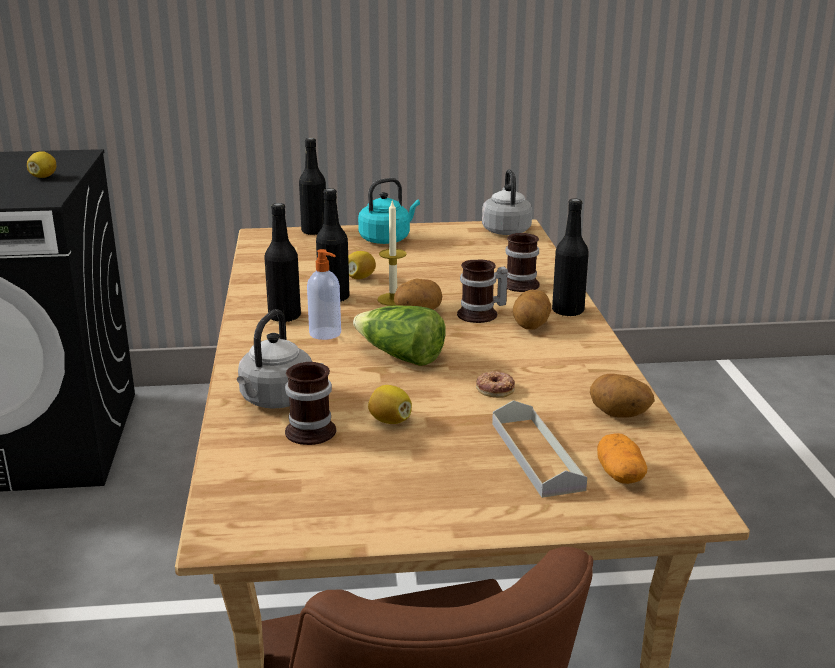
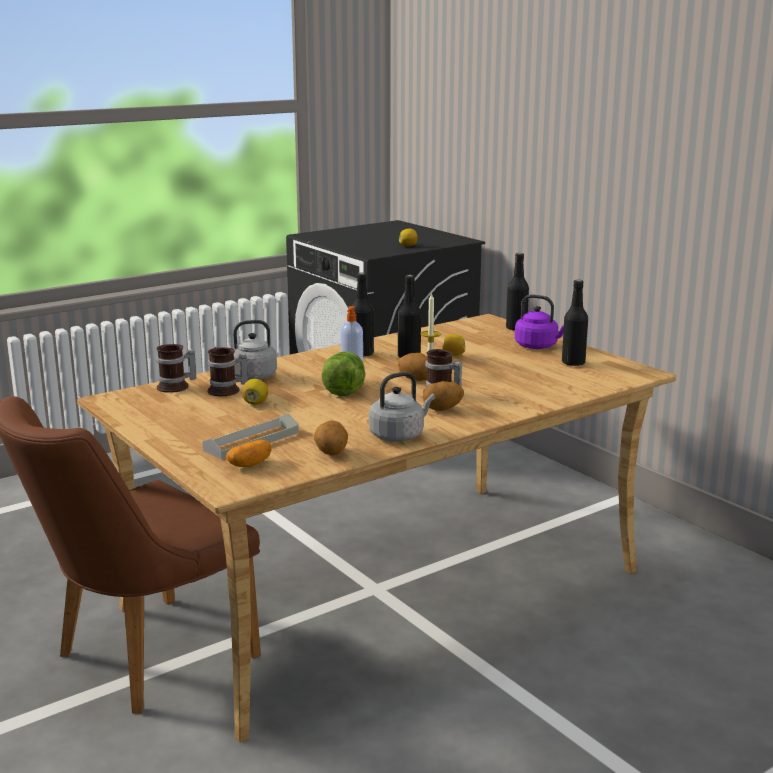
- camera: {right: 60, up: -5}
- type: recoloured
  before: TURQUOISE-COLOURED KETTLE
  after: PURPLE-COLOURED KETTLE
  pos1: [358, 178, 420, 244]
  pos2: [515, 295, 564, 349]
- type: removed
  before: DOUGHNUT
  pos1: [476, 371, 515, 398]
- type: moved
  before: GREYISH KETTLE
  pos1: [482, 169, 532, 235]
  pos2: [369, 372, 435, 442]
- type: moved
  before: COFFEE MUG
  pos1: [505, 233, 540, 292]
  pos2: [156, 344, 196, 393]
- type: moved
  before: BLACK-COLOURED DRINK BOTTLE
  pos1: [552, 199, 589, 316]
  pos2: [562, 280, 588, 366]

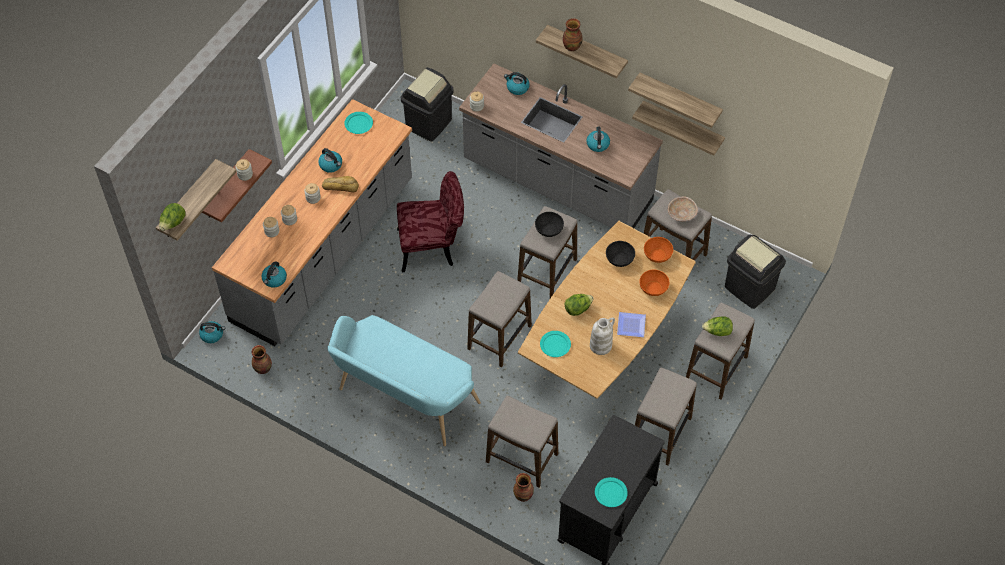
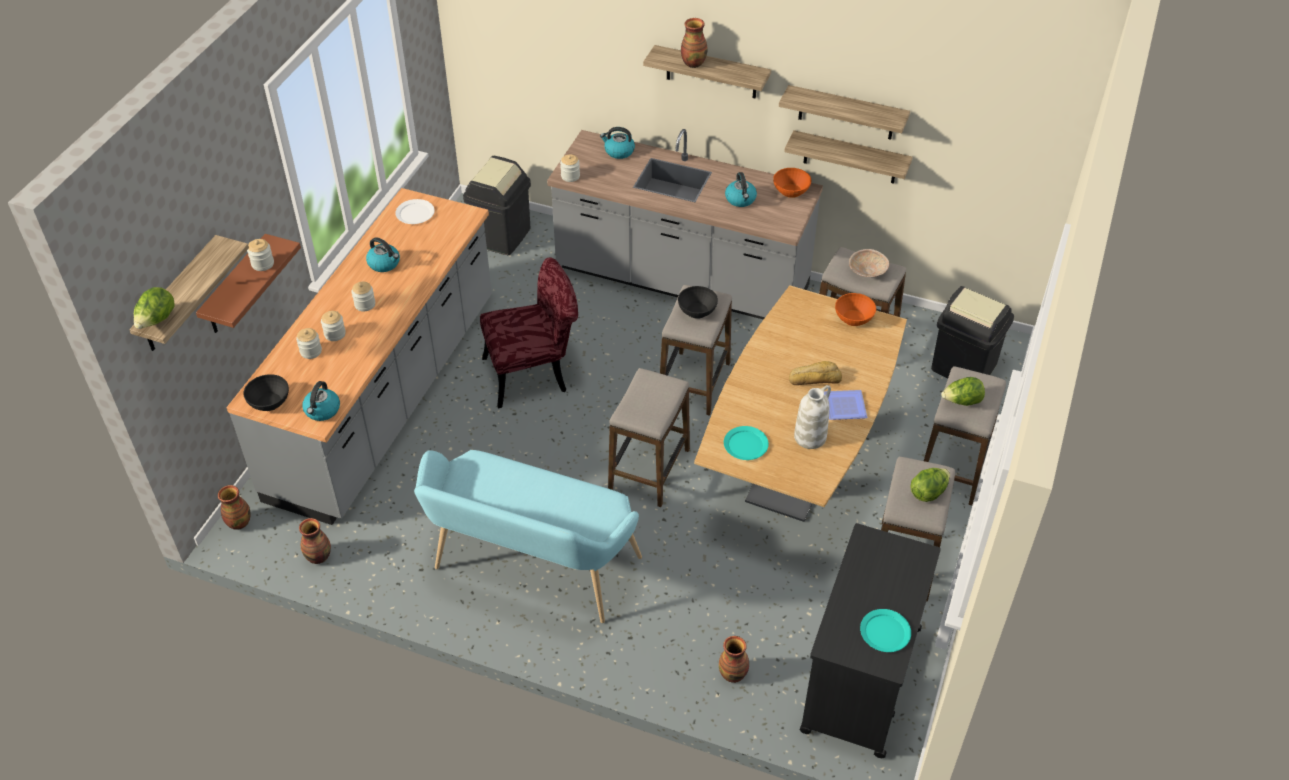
- camera: {right: -10, up: -10}
- type: replaced
  before: KETTLE
  after: FLOWER VASE
  pos1: [199, 321, 225, 343]
  pos2: [218, 485, 250, 530]
- type: moved
  before: BAKED BREAD
  pos1: [322, 176, 359, 193]
  pos2: [789, 361, 842, 385]
- type: recoloured
  before: TURQUOISE-COLOURED PLATE
  after: WHITE-COLOURED PLATE
  pos1: [344, 112, 373, 134]
  pos2: [395, 199, 435, 224]
- type: removed
  before: SITTING STOOL
  pos1: [486, 395, 558, 488]
- type: moved
  before: LETTUCE HEAD
  pos1: [564, 294, 594, 316]
  pos2: [911, 468, 950, 502]
- type: moved
  before: BLACK-COLOURED SERVING BOWL
  pos1: [606, 241, 635, 267]
  pos2: [243, 374, 289, 411]
- type: moved
  before: ORANGE SERVING BOWL
  pos1: [640, 270, 669, 296]
  pos2: [773, 168, 811, 198]

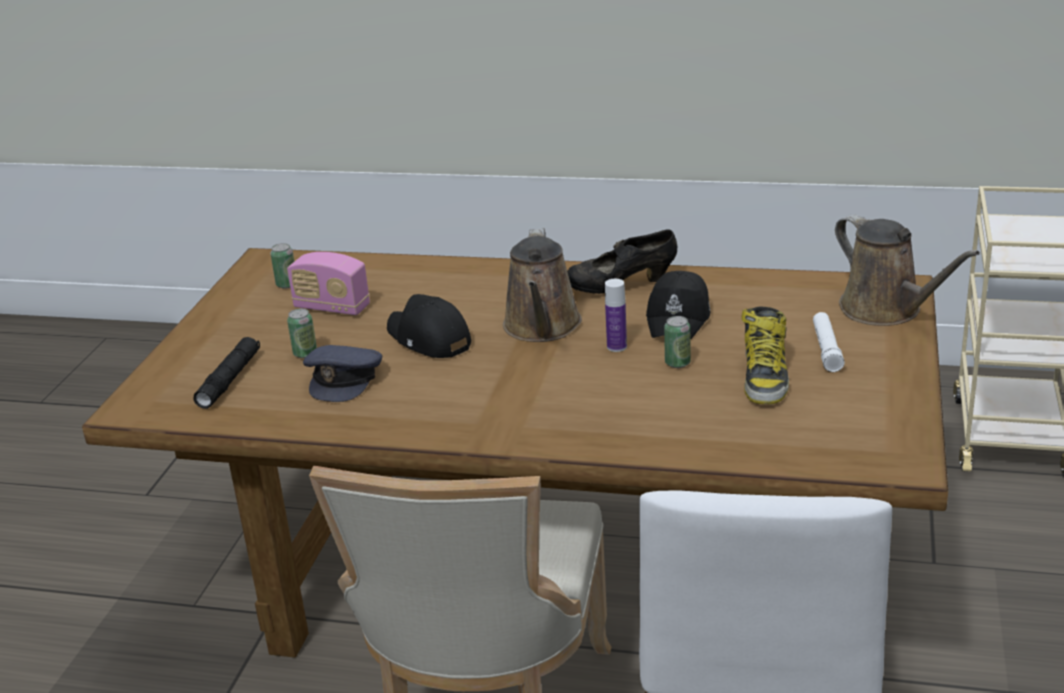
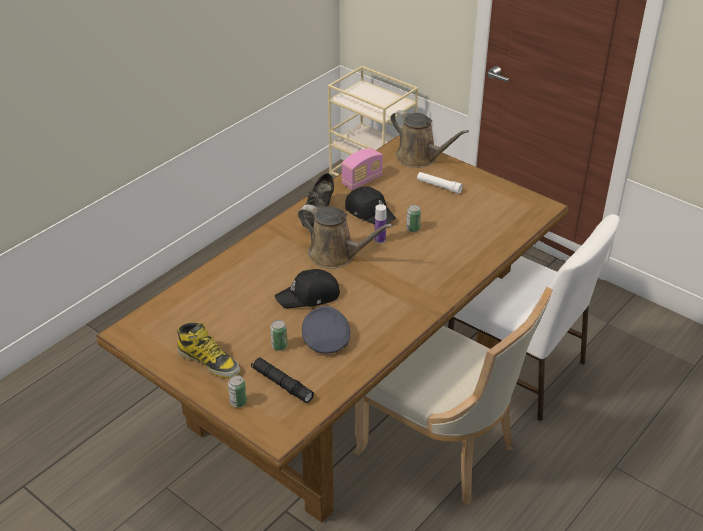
- camera: {right: -65, up: 10}
- type: moved
  before: SEALED CAN
  pos1: [270, 243, 294, 289]
  pos2: [228, 375, 247, 408]
- type: moved
  before: RADIO SET
  pos1: [287, 252, 370, 315]
  pos2: [342, 148, 383, 190]
- type: turned
  before: GREYISH CAP
  pos1: [303, 345, 382, 402]
  pos2: [302, 306, 350, 353]
  turn: -135
- type: moved
  before: TALL BOOT
  pos1: [741, 307, 789, 404]
  pos2: [177, 323, 241, 378]
- type: turned
  before: BROWNISH WATERING CAN
  pos1: [835, 214, 980, 326]
  pos2: [390, 110, 469, 168]
  turn: 45

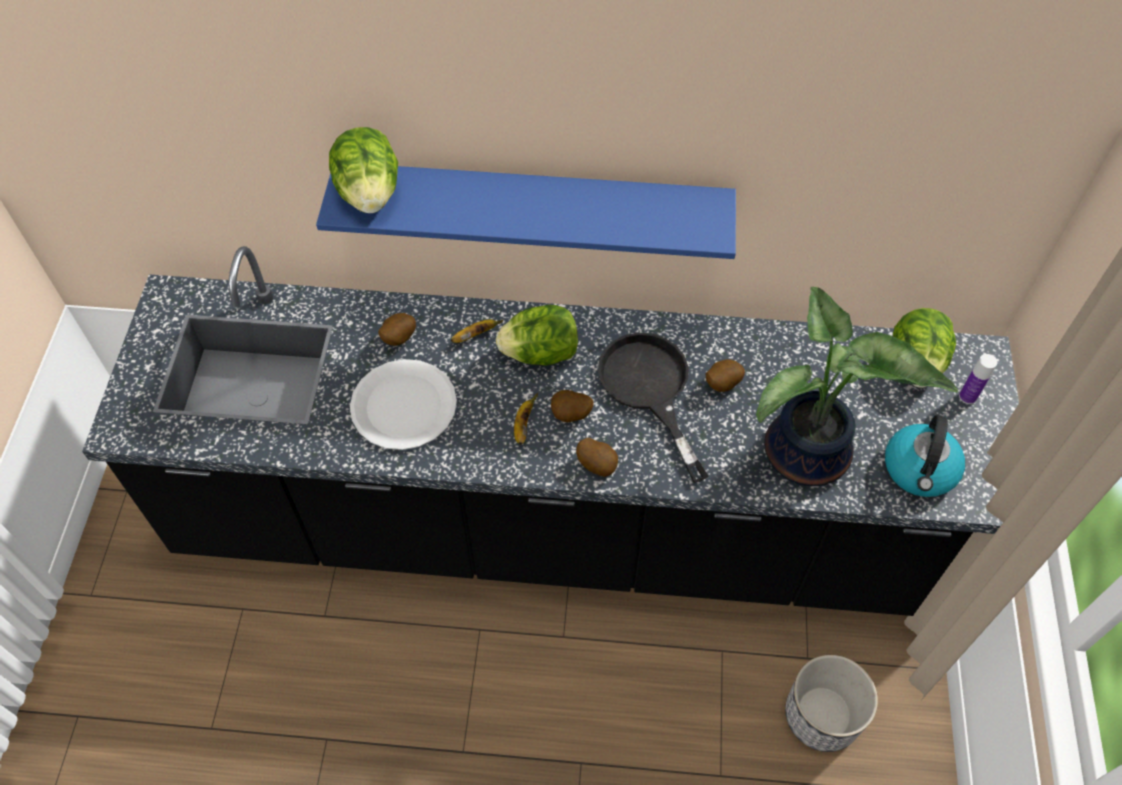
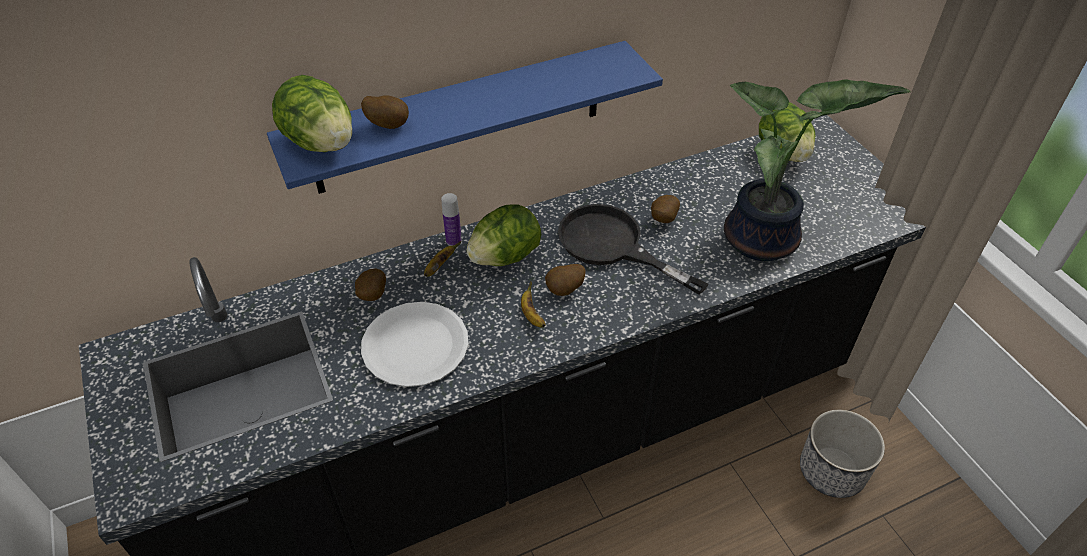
- camera: {right: -30, up: -10}
- type: moved
  before: SPUD
  pos1: [576, 438, 618, 477]
  pos2: [361, 95, 409, 129]
- type: removed
  before: KETTLE
  pos1: [885, 415, 965, 497]
- type: moved
  before: DRINK BOTTLE
  pos1: [959, 354, 997, 404]
  pos2: [441, 193, 462, 246]

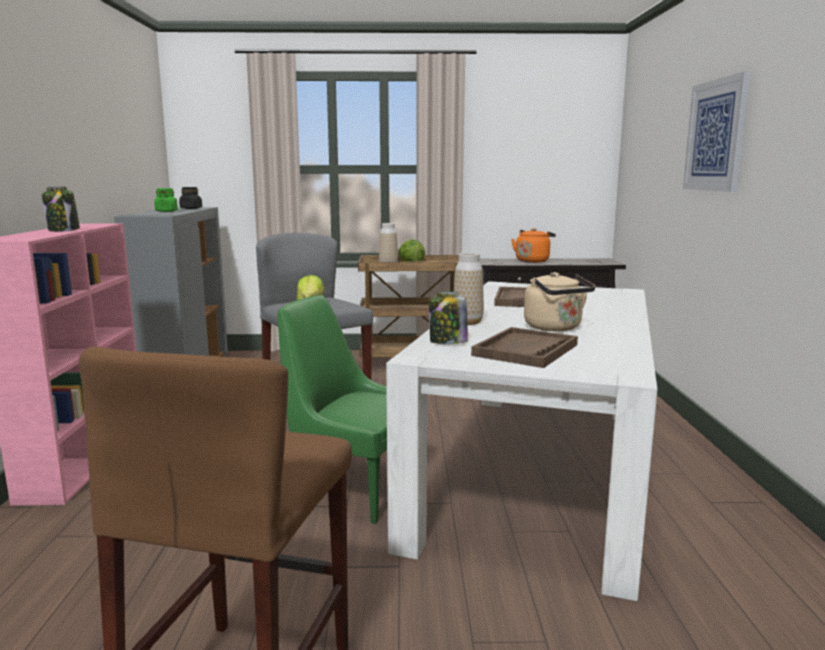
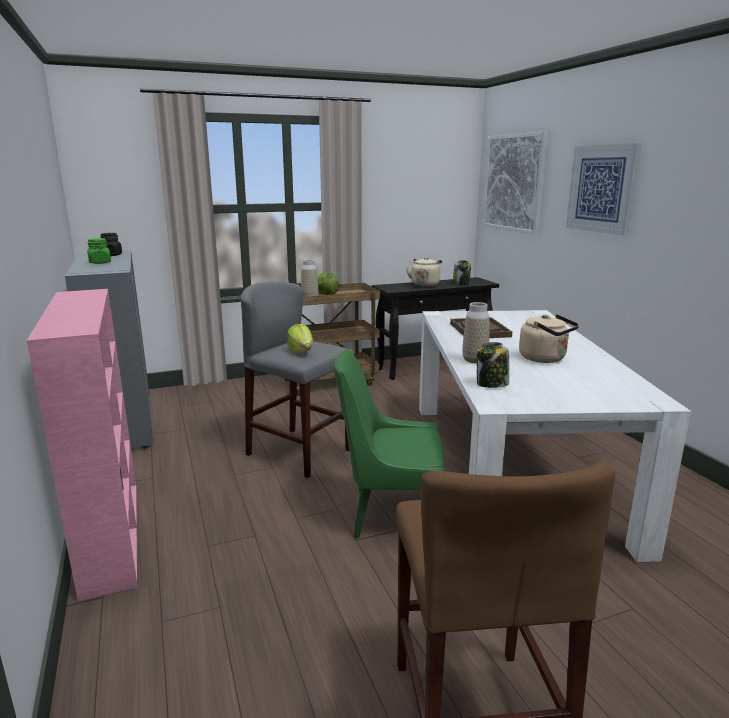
- camera: {right: -20, up: 5}
- type: moved
  before: STORAGE JAR
  pos1: [42, 186, 80, 232]
  pos2: [453, 260, 471, 285]
- type: removed
  before: BROWNISH TRAY
  pos1: [471, 327, 578, 368]
- type: recoloured
  before: ORANGE KETTLE
  after: BEIGE KETTLE
  pos1: [511, 228, 556, 263]
  pos2: [406, 257, 442, 287]
- type: added
  after: PICTURE
  pos2: [483, 131, 548, 235]

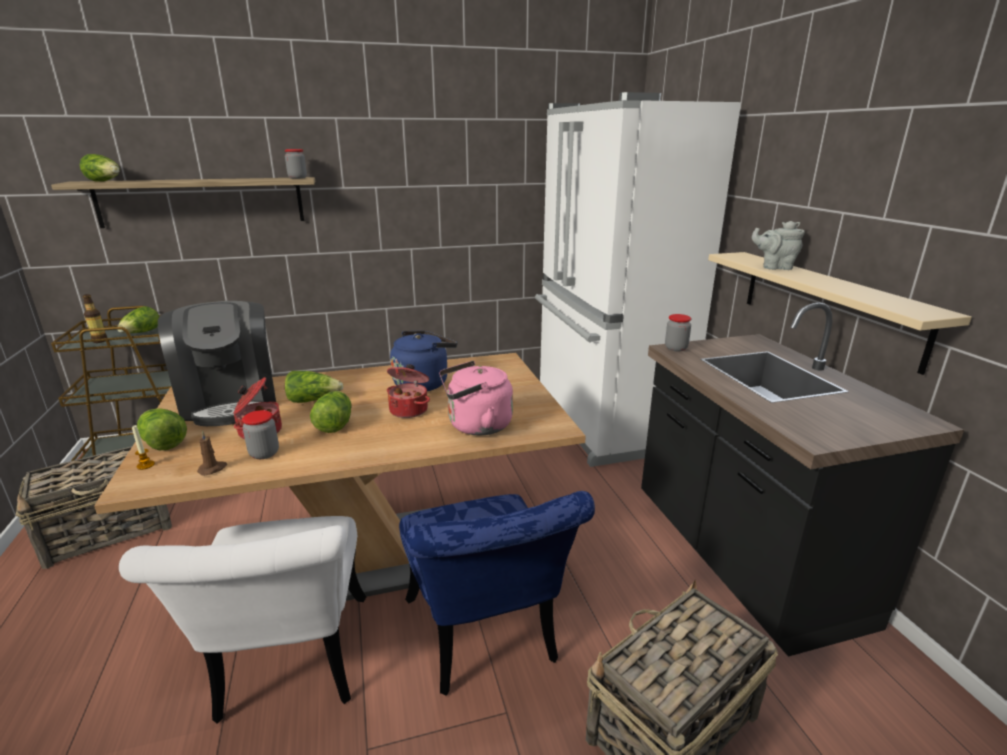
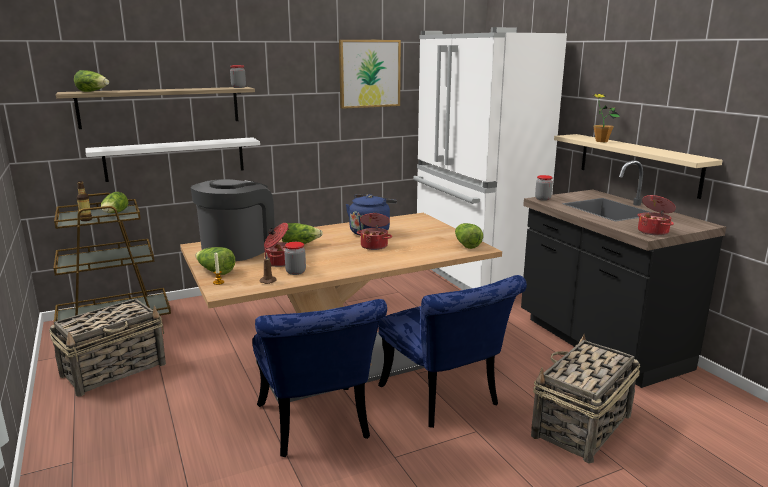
- camera: {right: -10, up: -5}
- type: recoloured
  before: WHITE-COLOURED CHAIR
  after: BLUE-COLOURED CHAIR
  pos1: [119, 516, 366, 724]
  pos2: [252, 299, 387, 457]
- type: turned
  before: COFFEE MACHINE
  pos1: [158, 301, 276, 426]
  pos2: [191, 179, 275, 261]
  turn: -120
- type: moved
  before: LETTUCE HEAD
  pos1: [310, 391, 352, 433]
  pos2: [455, 223, 483, 249]
- type: removed
  before: PINKISH KETTLE
  pos1: [439, 361, 513, 435]
- type: replaced
  before: GREYISH TEAPOT
  after: PLANT IN A POT
  pos1: [752, 221, 805, 270]
  pos2: [592, 94, 620, 142]
- type: added
  after: WHITE-COLOURED BRACKET SHELF
  pos2: [86, 137, 260, 182]
- type: added
  after: PICTURE
  pos2: [339, 40, 401, 109]
- type: added
  after: SAUCEPOT
  pos2: [638, 195, 676, 236]

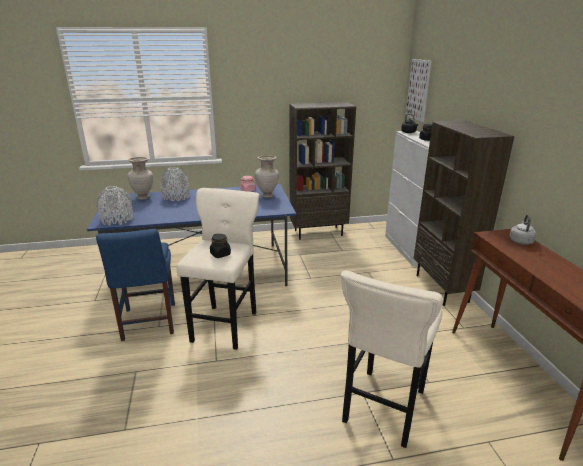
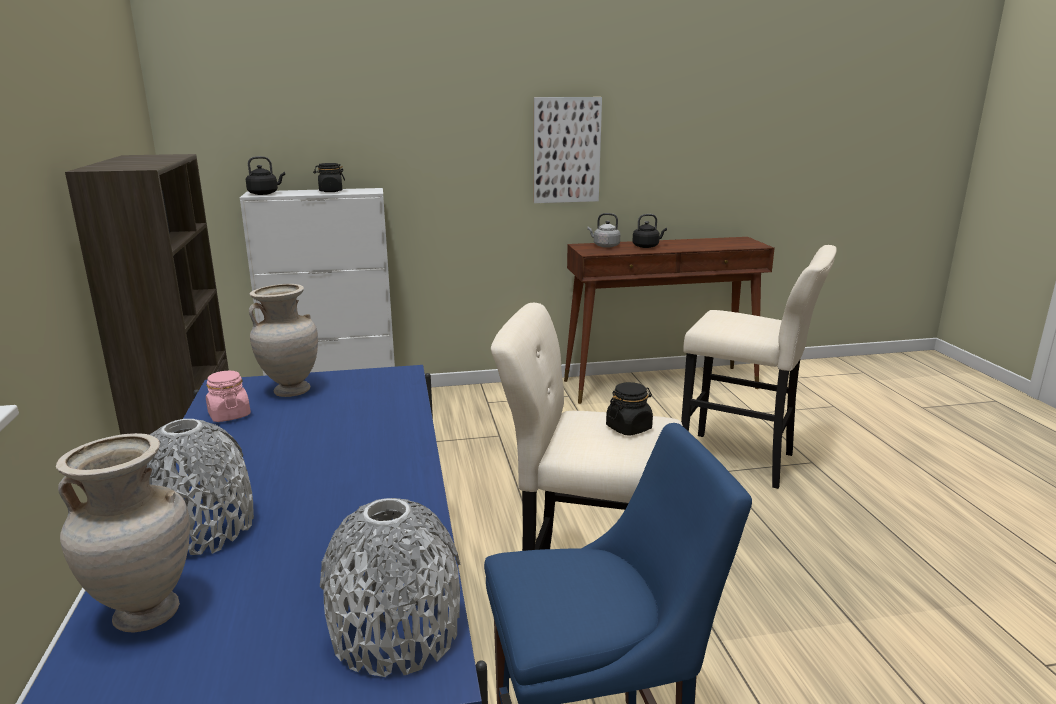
- camera: {right: -90, up: -5}
- type: moved
  before: PICTURE
  pos1: [406, 59, 432, 122]
  pos2: [534, 97, 602, 203]
- type: removed
  before: BROWNISH BOOKSHELF
  pos1: [414, 120, 514, 306]
- type: added
  after: BLACK-COLOURED KETTLE
  pos2: [632, 214, 667, 248]

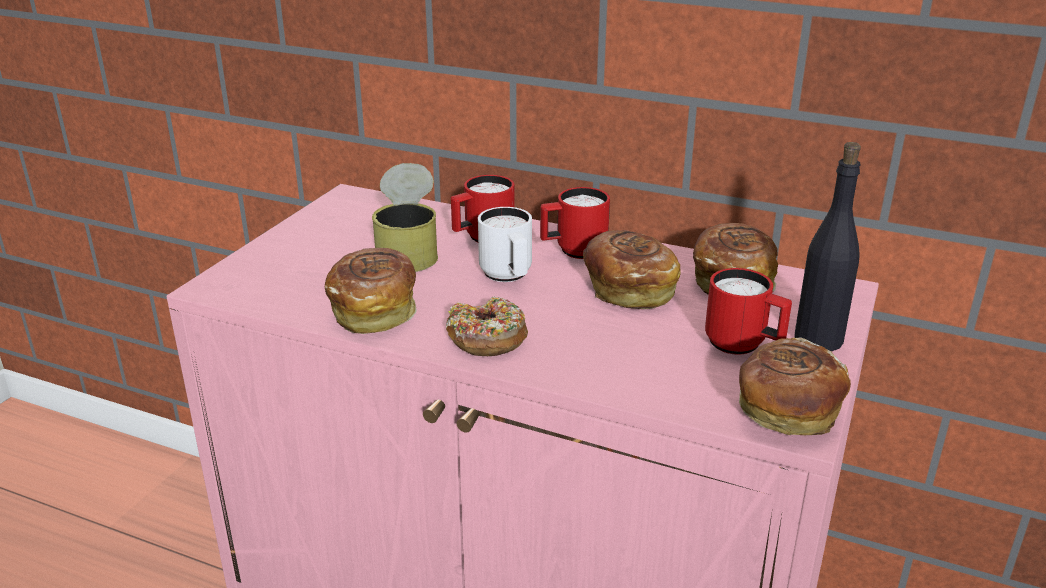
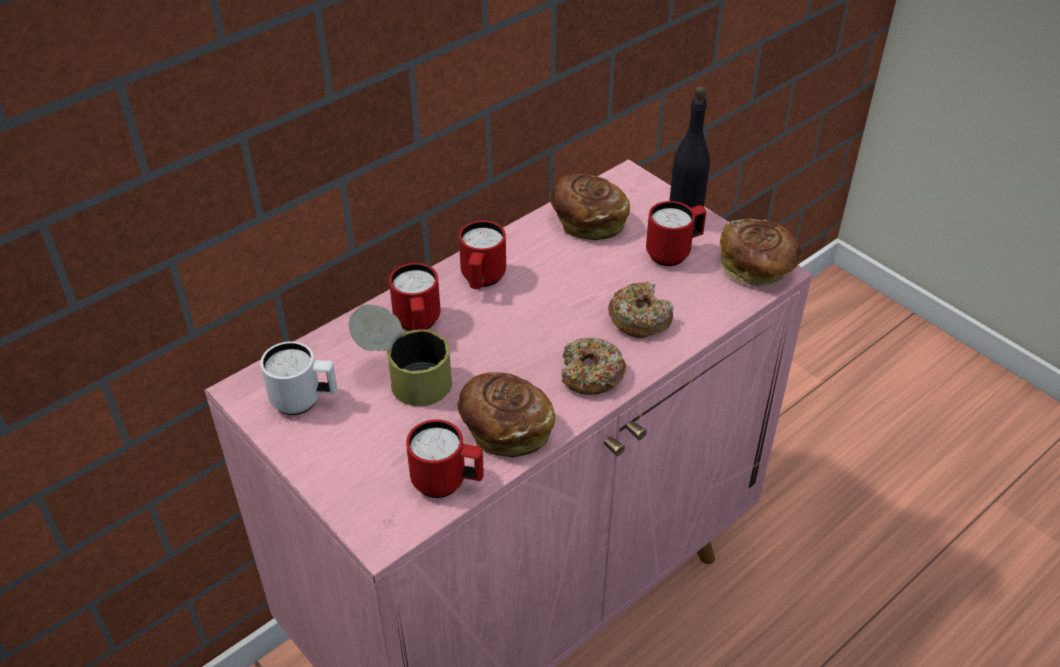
- camera: {right: -65, up: 15}
- type: moved
  before: WHITE-COLOURED COFFEE MUG
  pos1: [478, 207, 532, 282]
  pos2: [260, 341, 337, 415]
- type: removed
  before: BAKED BREAD
  pos1: [583, 230, 681, 309]
- type: added
  after: REDDISH COFFEE MUG
  pos2: [406, 420, 484, 498]
- type: added
  after: DOUGHNUT
  pos2: [608, 282, 673, 338]

